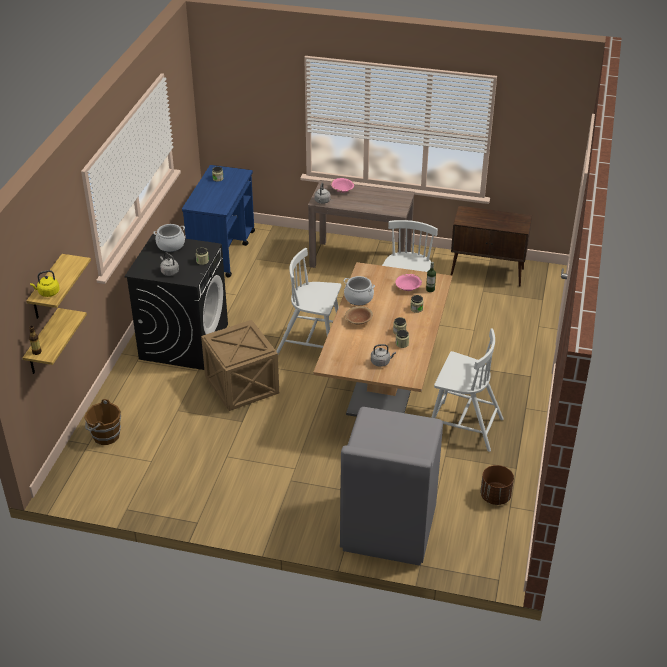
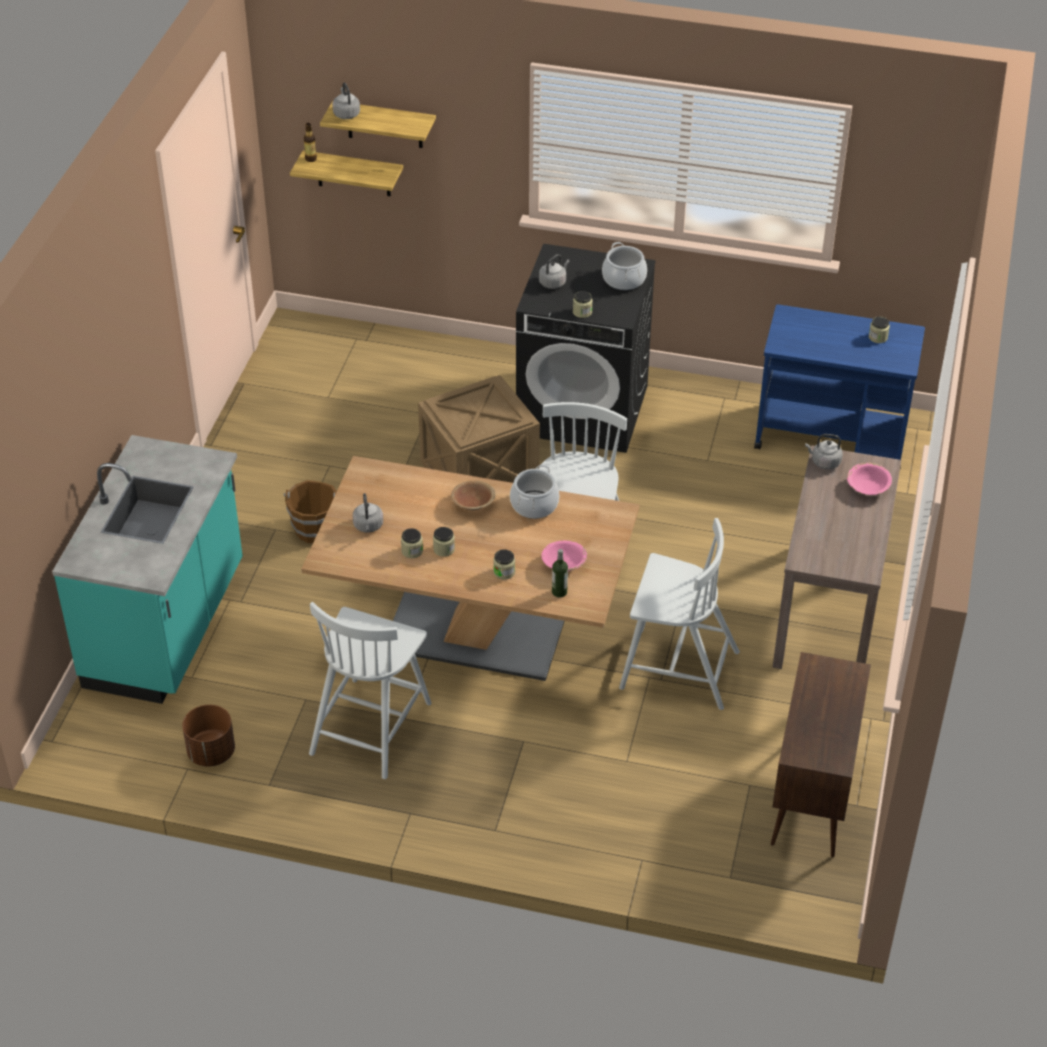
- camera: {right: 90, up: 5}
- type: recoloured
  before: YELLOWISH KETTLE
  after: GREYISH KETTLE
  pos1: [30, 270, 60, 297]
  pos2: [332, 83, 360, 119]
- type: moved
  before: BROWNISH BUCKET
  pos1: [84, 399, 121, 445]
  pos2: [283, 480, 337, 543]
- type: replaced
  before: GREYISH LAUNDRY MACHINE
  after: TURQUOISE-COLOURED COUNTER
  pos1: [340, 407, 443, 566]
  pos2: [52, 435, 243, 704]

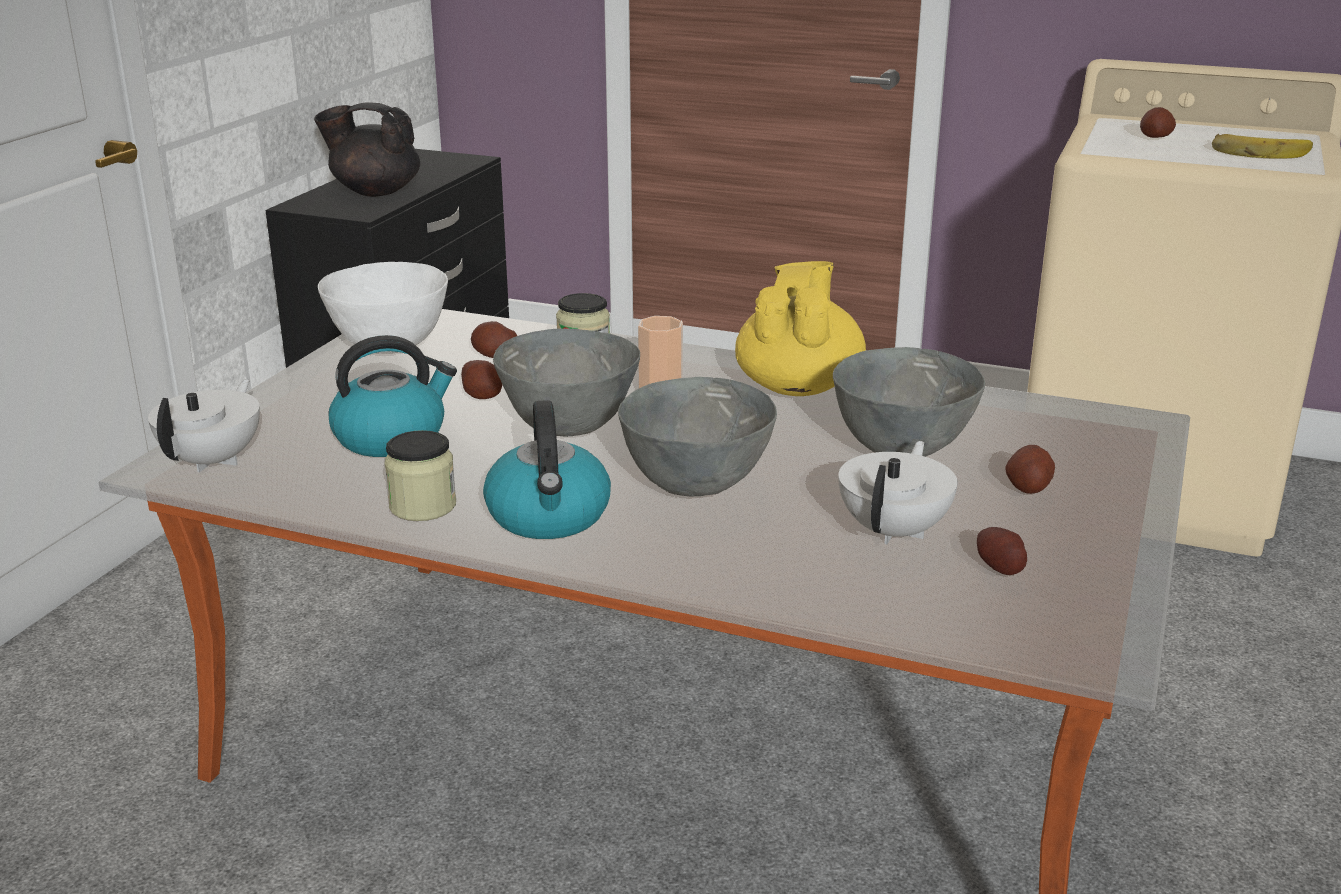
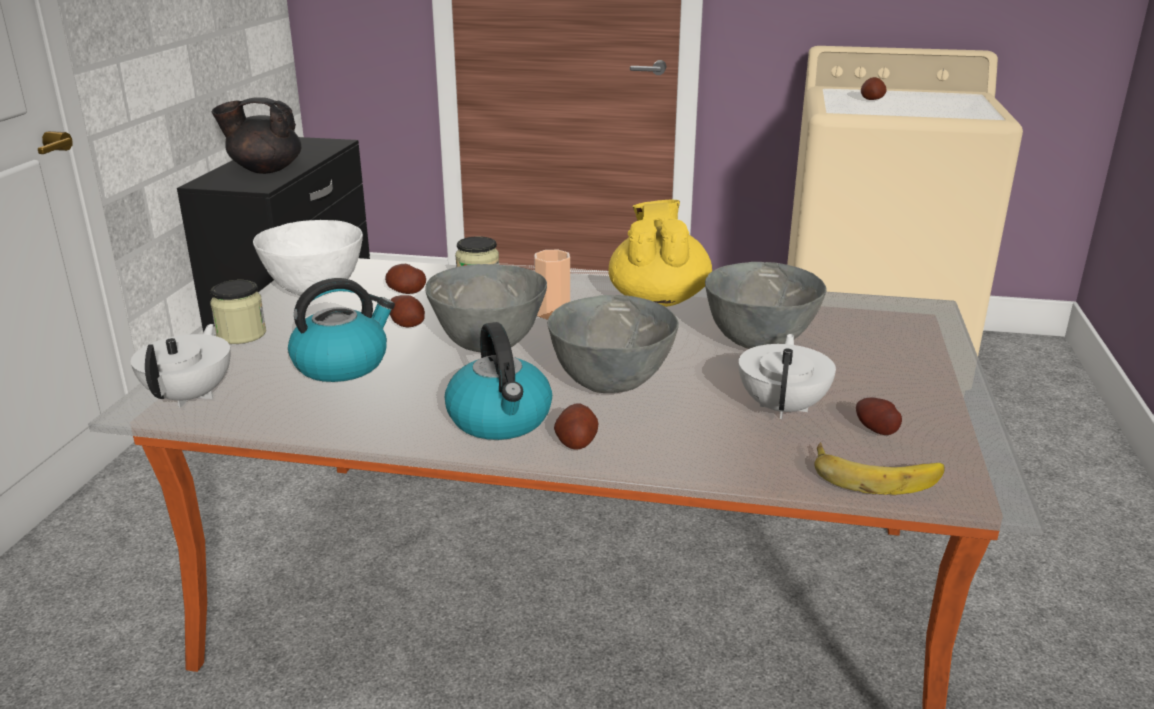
- camera: {right: -10, up: 0}
- type: moved
  before: STORAGE JAR
  pos1: [385, 430, 456, 521]
  pos2: [210, 280, 266, 344]
- type: moved
  before: SPUD
  pos1: [1005, 445, 1055, 494]
  pos2: [554, 403, 599, 450]
- type: moved
  before: WHOLE BANANA
  pos1: [1212, 134, 1313, 159]
  pos2: [814, 442, 945, 495]

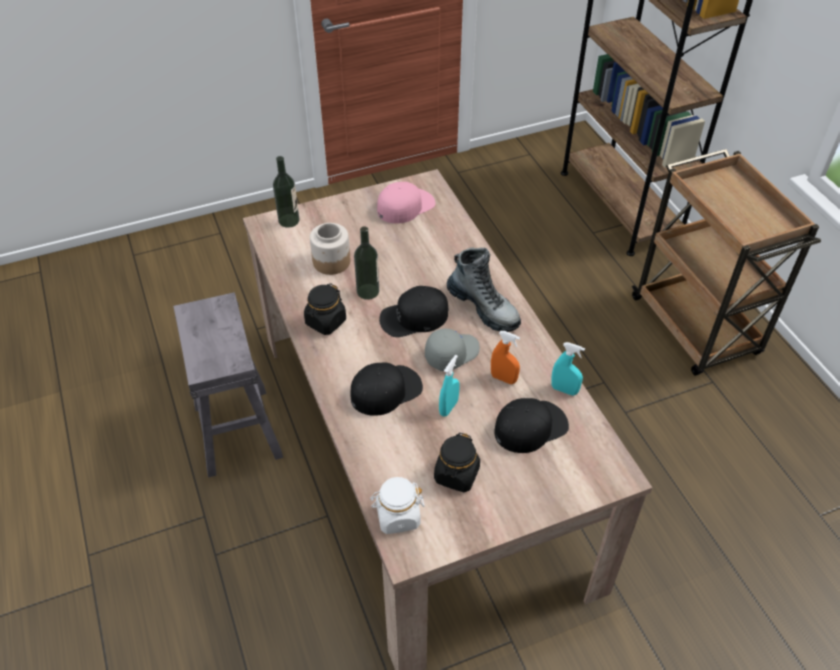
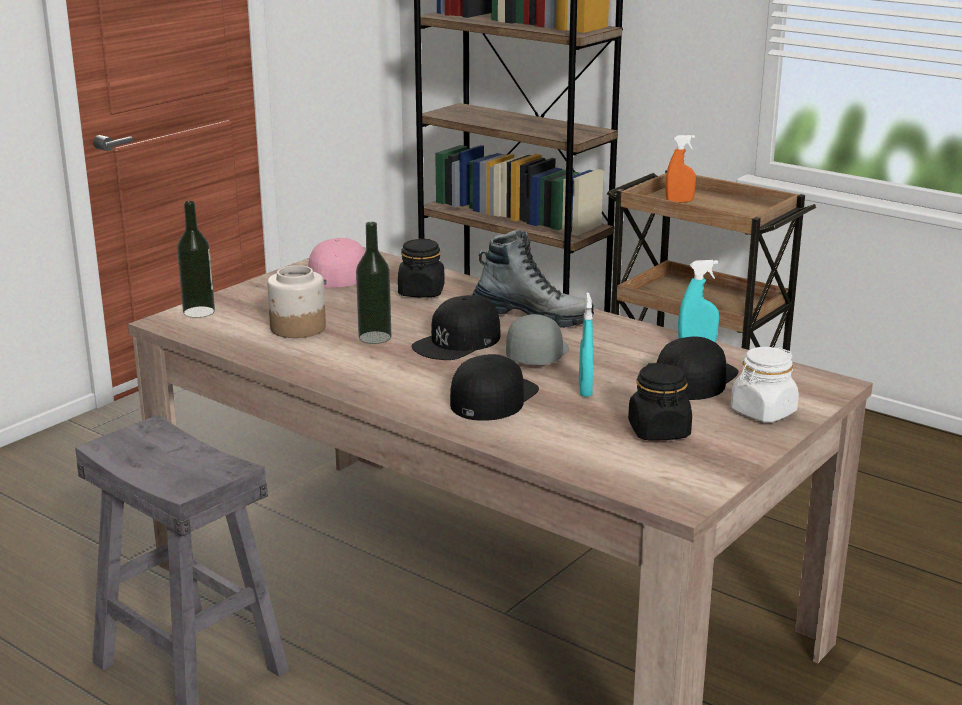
- camera: {right: -30, up: -25}
- type: moved
  before: BLACK-COLOURED STORAGE JAR
  pos1: [304, 283, 346, 335]
  pos2: [398, 239, 445, 297]
- type: moved
  before: WHITE-COLOURED STORAGE JAR
  pos1: [370, 477, 425, 534]
  pos2: [731, 347, 799, 422]
- type: moved
  before: ORANGE HAND SPRAYER
  pos1: [491, 331, 520, 384]
  pos2: [665, 135, 696, 202]

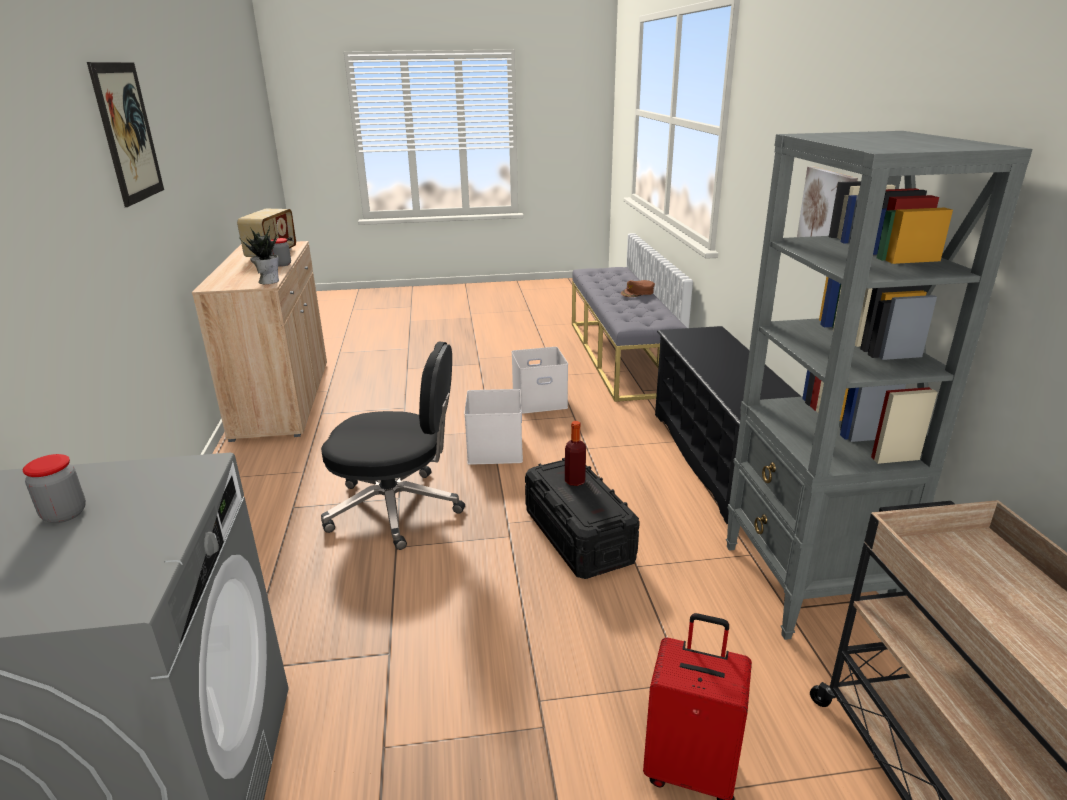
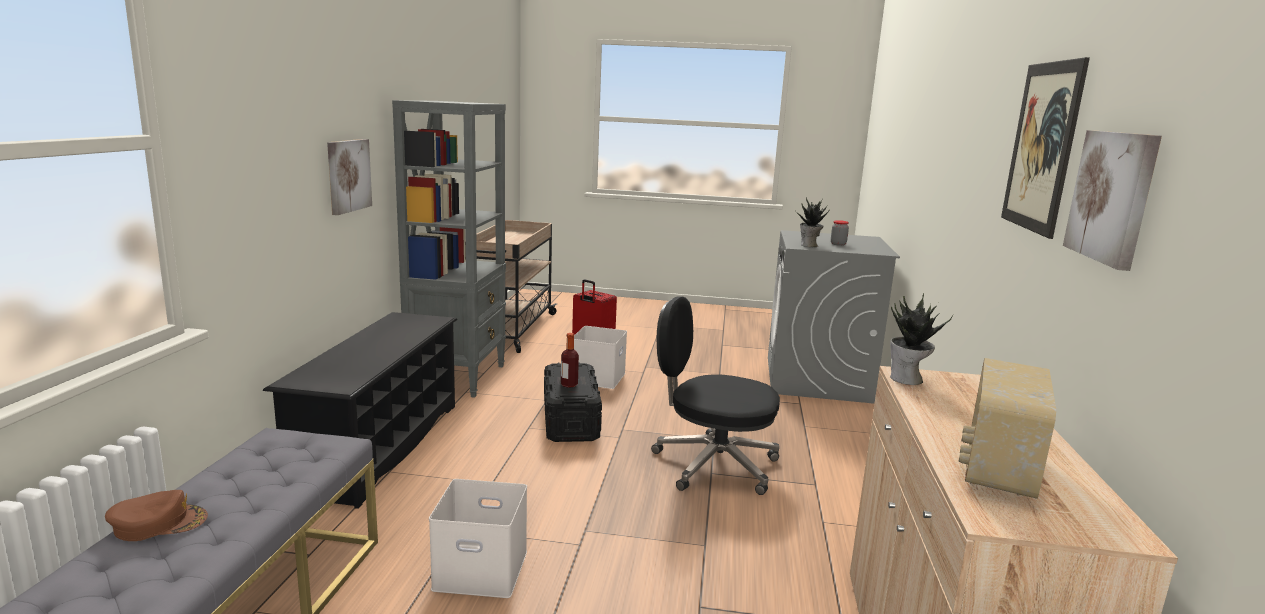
- camera: {right: -165, up: -10}
- type: removed
  before: STORAGE JAR
  pos1: [271, 238, 291, 267]
- type: moved
  before: WHITE-COLOURED STORAGE CONTAINER
  pos1: [464, 389, 523, 465]
  pos2: [574, 326, 627, 389]
- type: added
  after: PLANT IN A POT
  pos2: [795, 198, 829, 247]
- type: added
  after: PICTURE
  pos2: [1063, 130, 1162, 271]

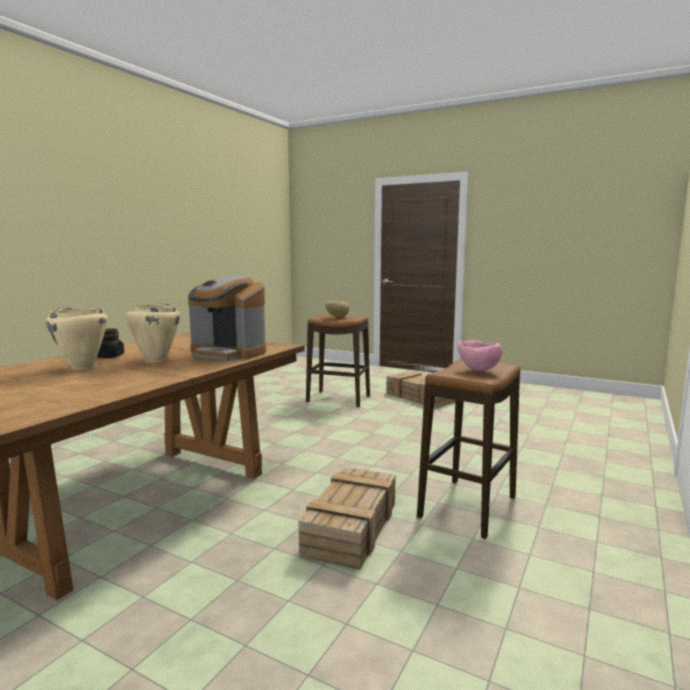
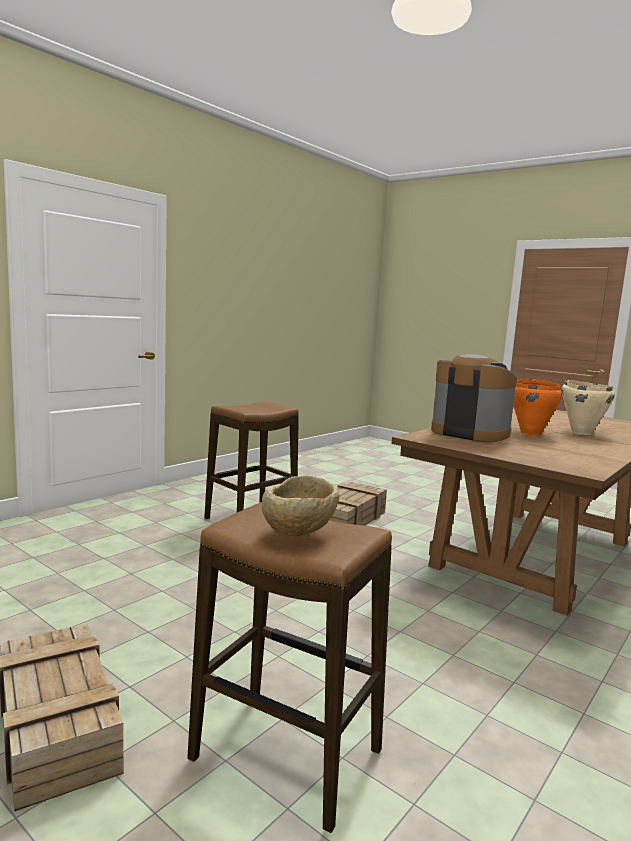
- camera: {right: -170, up: 0}
- type: removed
  before: BLACK-COLOURED STORAGE JAR
  pos1: [97, 328, 124, 358]
- type: recoloured
  before: BEIGE SAUCEPOT
  after: ORANGE SAUCEPOT
  pos1: [125, 304, 180, 362]
  pos2: [513, 379, 562, 436]
- type: removed
  before: PINKISH SERVING BOWL
  pos1: [457, 340, 502, 371]

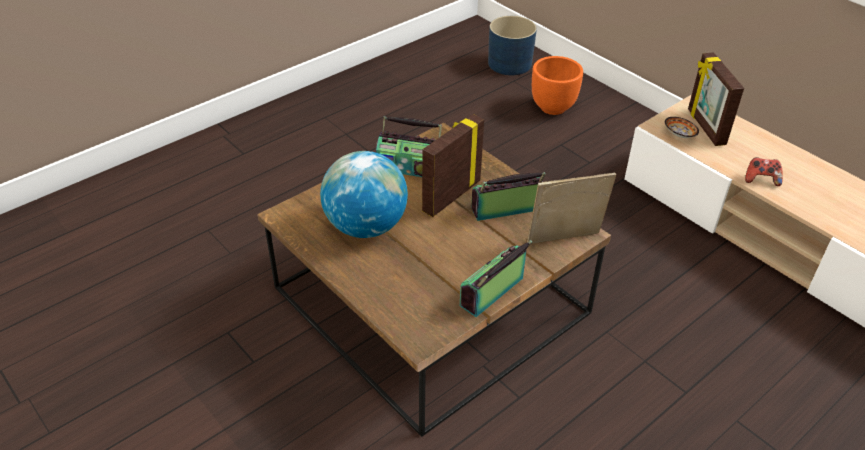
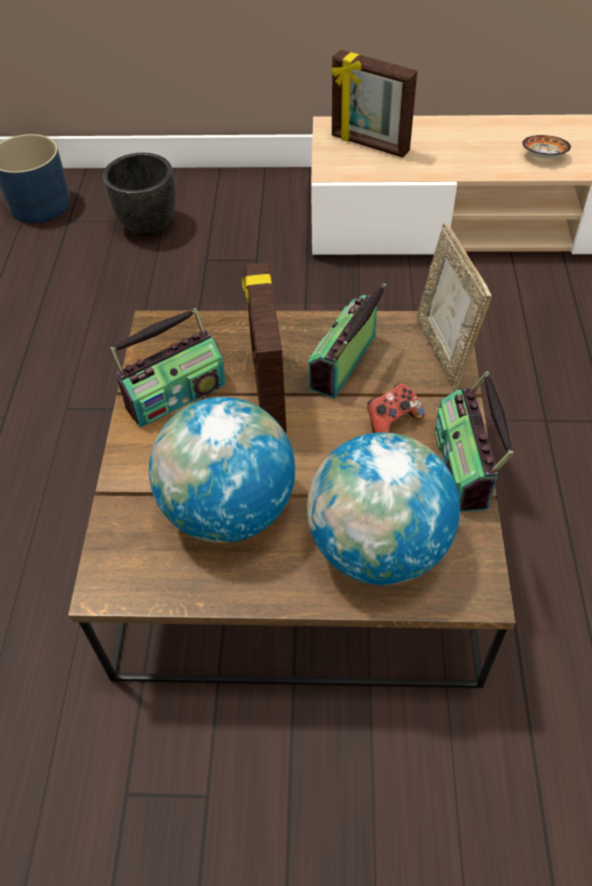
- camera: {right: -45, up: 10}
- type: turned
  before: PHOTO FRAME
  pos1: [527, 173, 616, 244]
  pos2: [417, 222, 492, 390]
  turn: -45
- type: recoloured
  before: ORANGE FLOWER POT
  after: BLACK-COLOURED FLOWER POT
  pos1: [532, 56, 583, 115]
  pos2: [103, 153, 176, 236]
- type: moved
  before: SERVING BOWL
  pos1: [665, 117, 699, 138]
  pos2: [522, 135, 571, 159]
- type: moved
  before: GAMEPAD
  pos1: [745, 157, 783, 186]
  pos2: [367, 383, 425, 433]
- type: added
  after: WORLD GLOBE
  pos2: [307, 432, 460, 585]

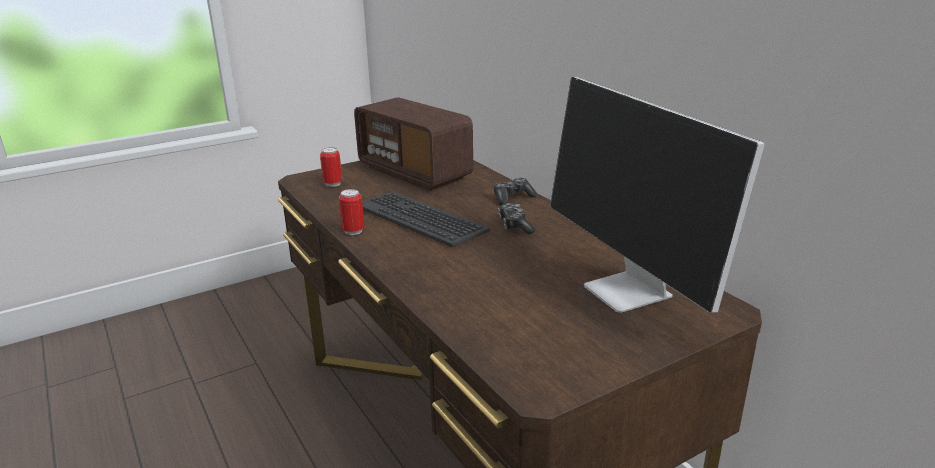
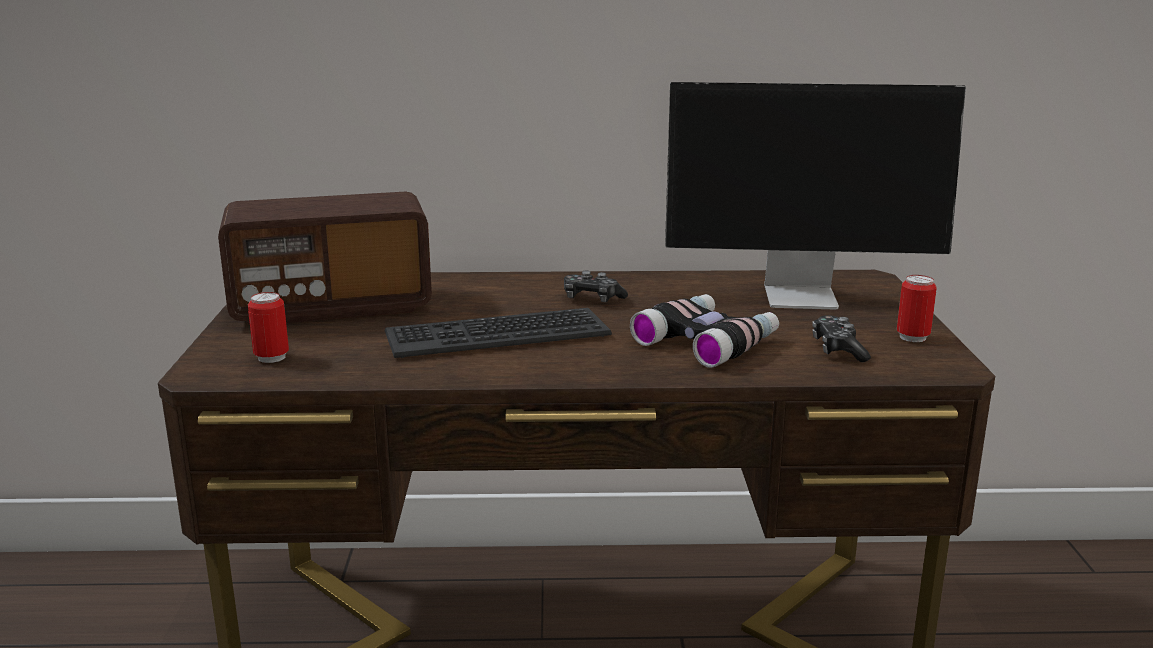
- camera: {right: -60, up: -5}
- type: moved
  before: SEALED CAN
  pos1: [339, 189, 364, 235]
  pos2: [897, 275, 937, 342]
- type: moved
  before: GAMEPAD
  pos1: [494, 178, 537, 205]
  pos2: [812, 315, 871, 362]
- type: added
  after: BINOCULARS
  pos2: [630, 294, 779, 368]

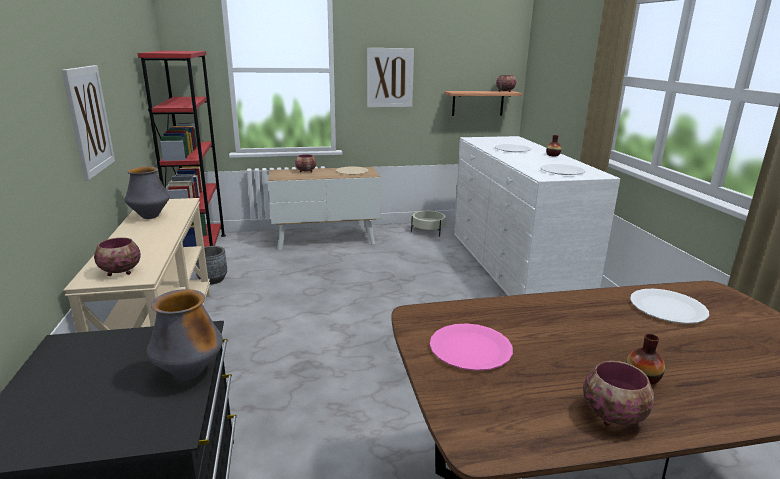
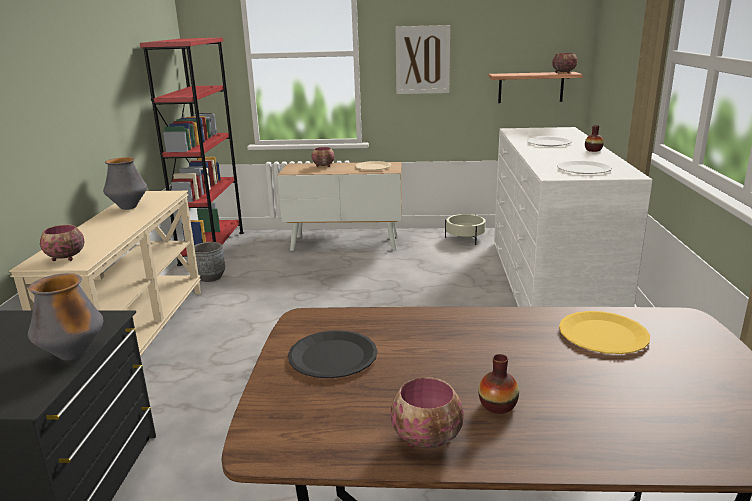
- camera: {right: 15, up: 0}
- type: removed
  before: PICTURE
  pos1: [62, 65, 115, 181]
- type: recoloured
  before: PINKISH PLATE
  after: BLACK-COLOURED PLATE
  pos1: [430, 323, 513, 371]
  pos2: [288, 330, 378, 378]
- type: recoloured
  before: WHITE-COLOURED PLATE
  after: YELLOWISH PLATE
  pos1: [630, 289, 709, 324]
  pos2: [559, 311, 650, 354]

